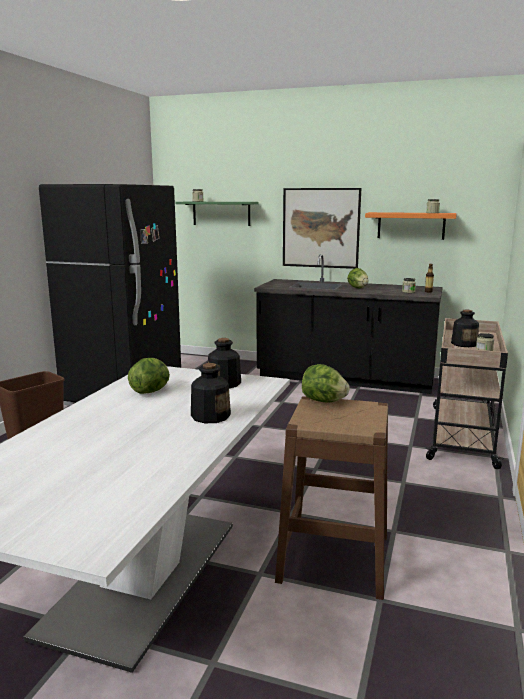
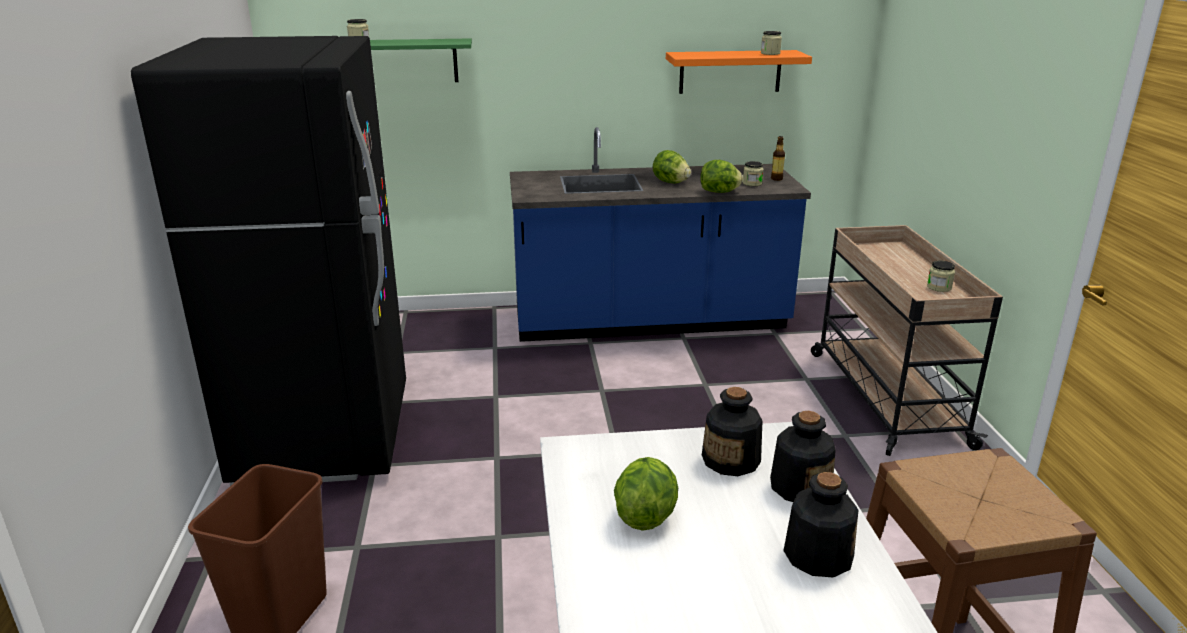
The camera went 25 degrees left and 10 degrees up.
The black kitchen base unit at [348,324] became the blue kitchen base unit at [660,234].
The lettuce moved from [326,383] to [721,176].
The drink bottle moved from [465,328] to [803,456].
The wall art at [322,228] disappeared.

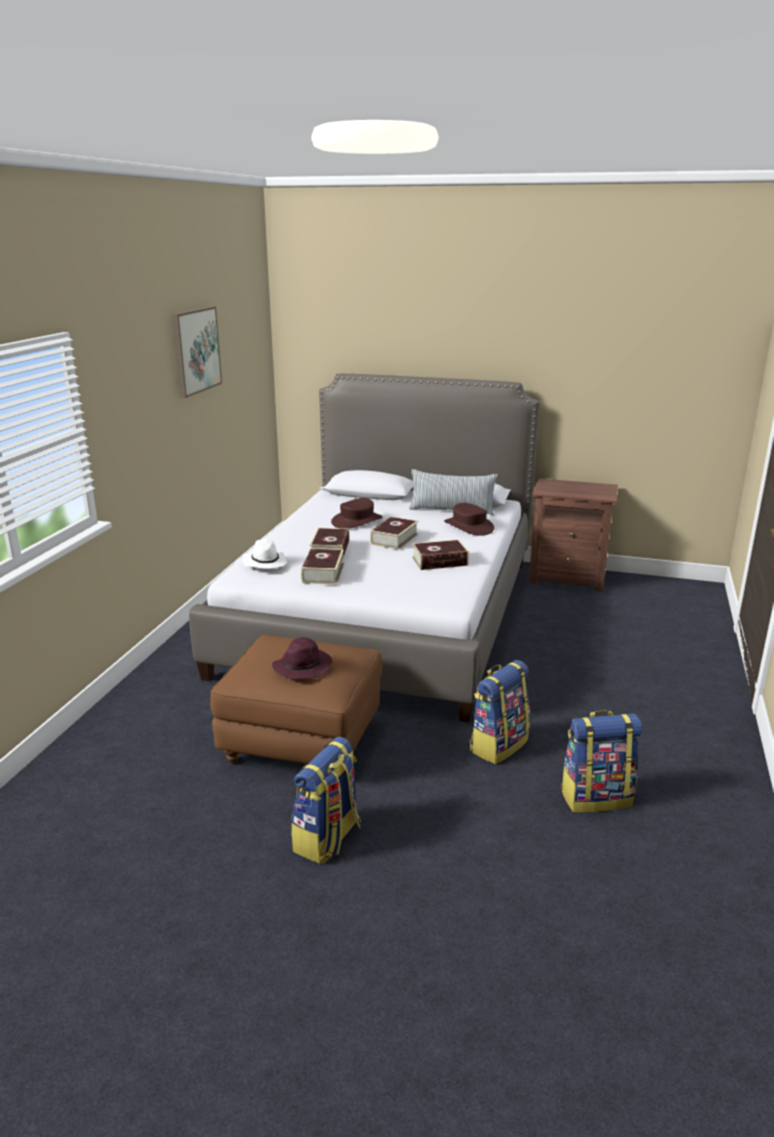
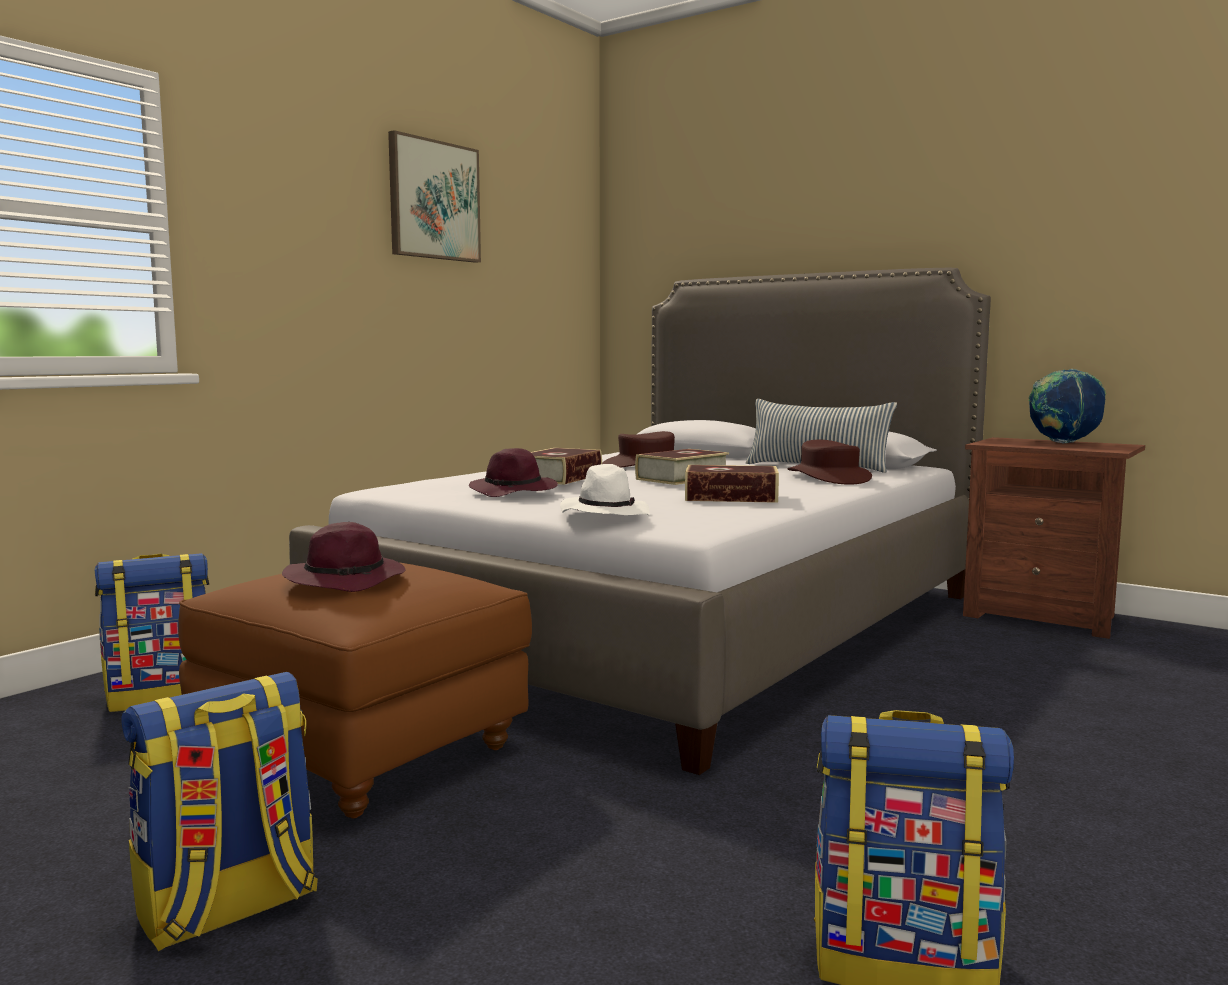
The camera went 20 degrees right and 15 degrees down.
The knapsack moved from [499,712] to [152,632].
The book at [322,566] was replaced by the purple-coloured wearable hat at [513,472].
The white-coloured wearable hat moved from [264,554] to [605,490].
The world globe at [1067,406] appeared.

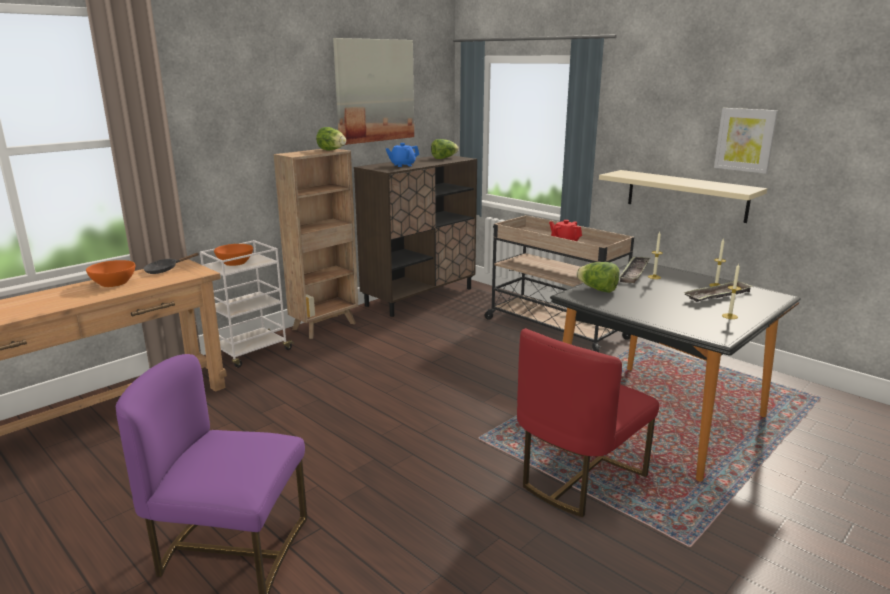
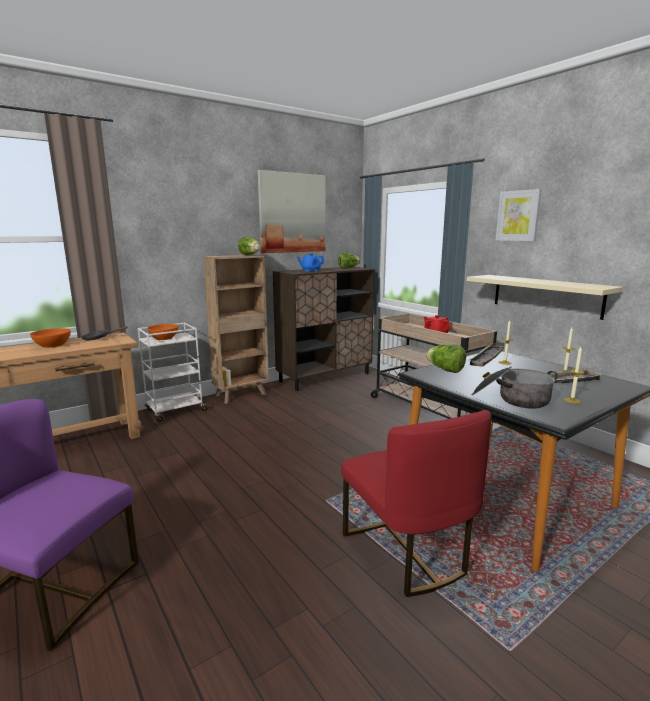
The camera went 10 degrees right and 5 degrees down.
The red chair at [588,422] turned 75 degrees counterclockwise.
The cooking pot at [515,388] appeared.
The wall art moved from [746,141] to [519,215].

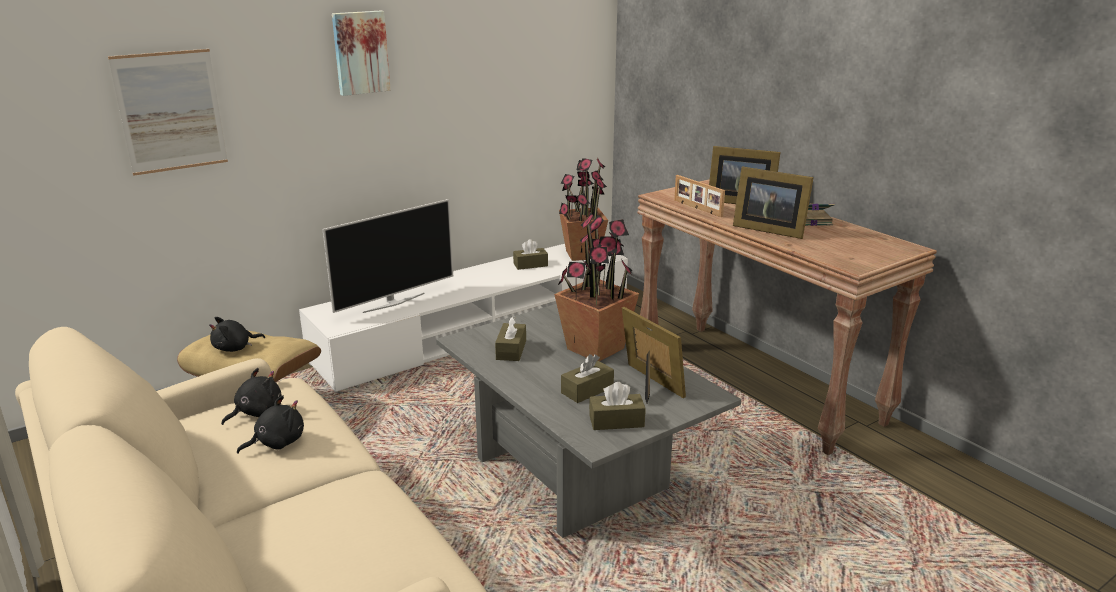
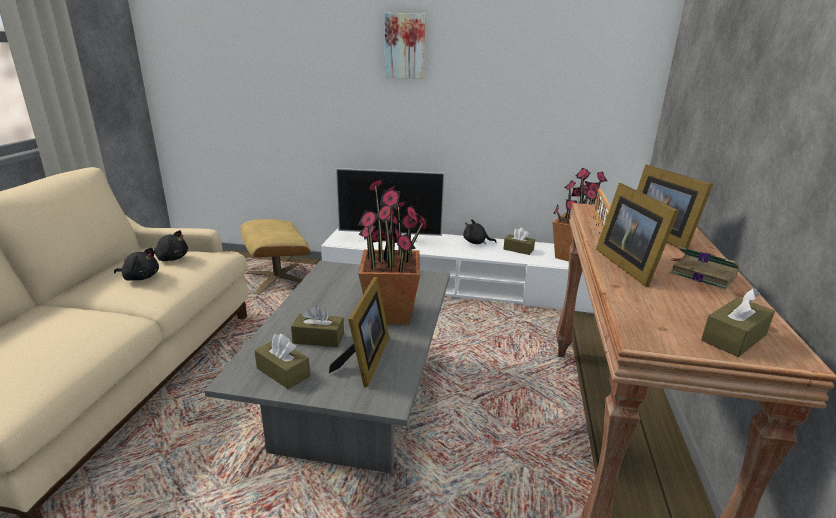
The camera went 45 degrees right and 0 degrees up.
The black soft toy moved from [237,334] to [480,231].
The brown-coloured tissue holder moved from [510,338] to [738,322].
The wall art at [168,112] disappeared.

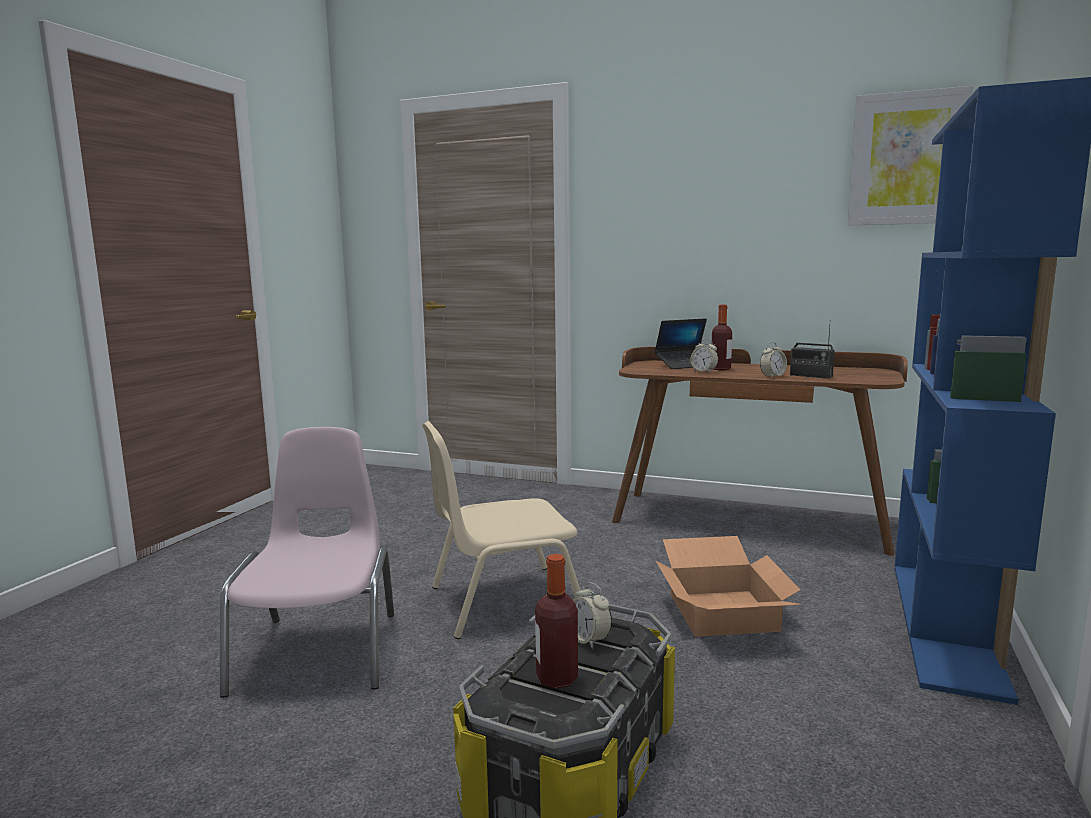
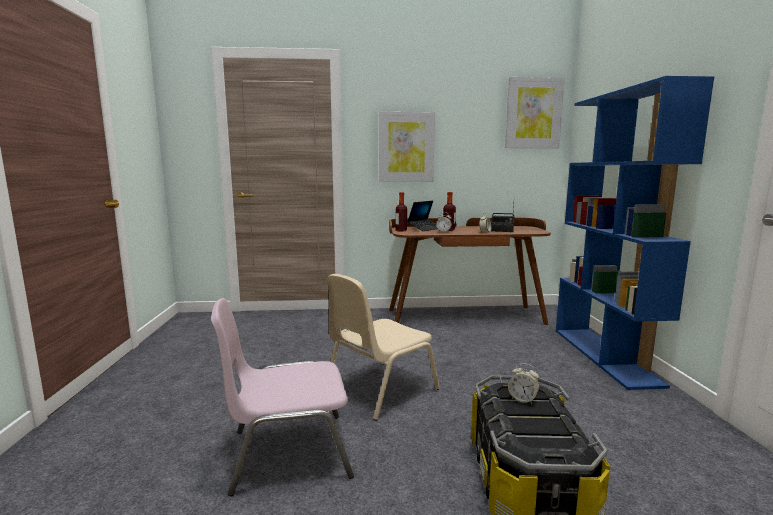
The camera went 25 degrees left and 0 degrees up.
The pink-coloured chair at [307,562] turned 75 degrees counterclockwise.
The wall art at [407,147] appeared.
The drink bottle moved from [556,621] to [401,212].
The packing box at [729,586] disappeared.

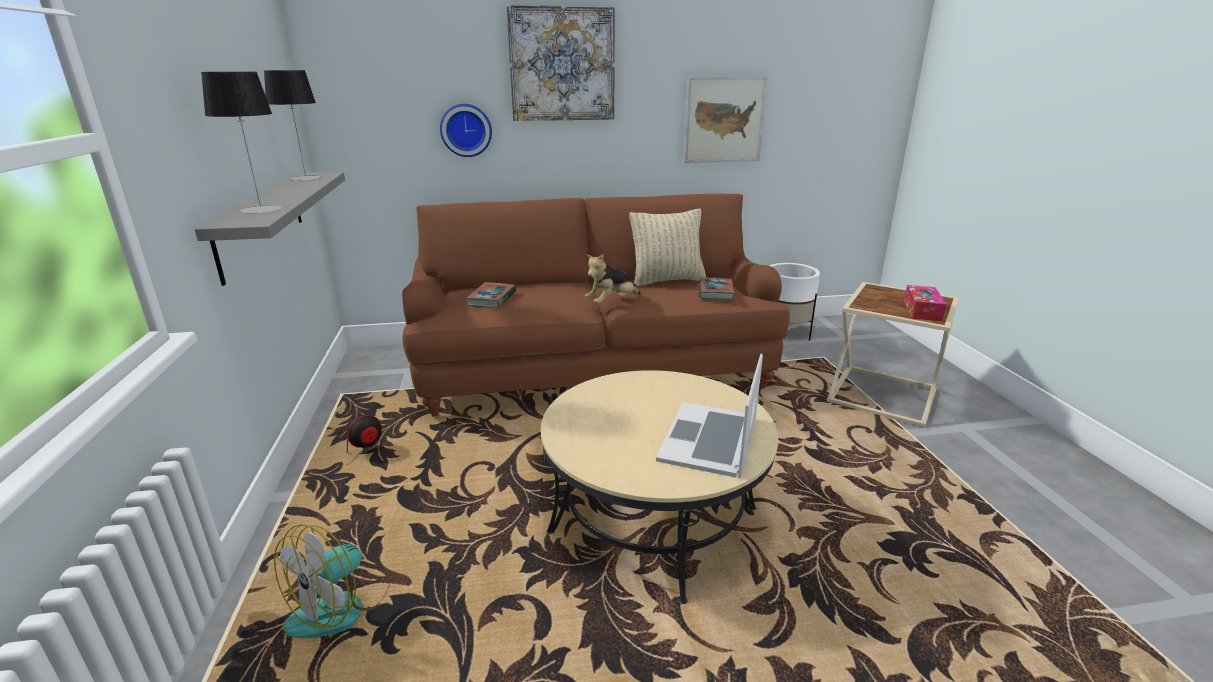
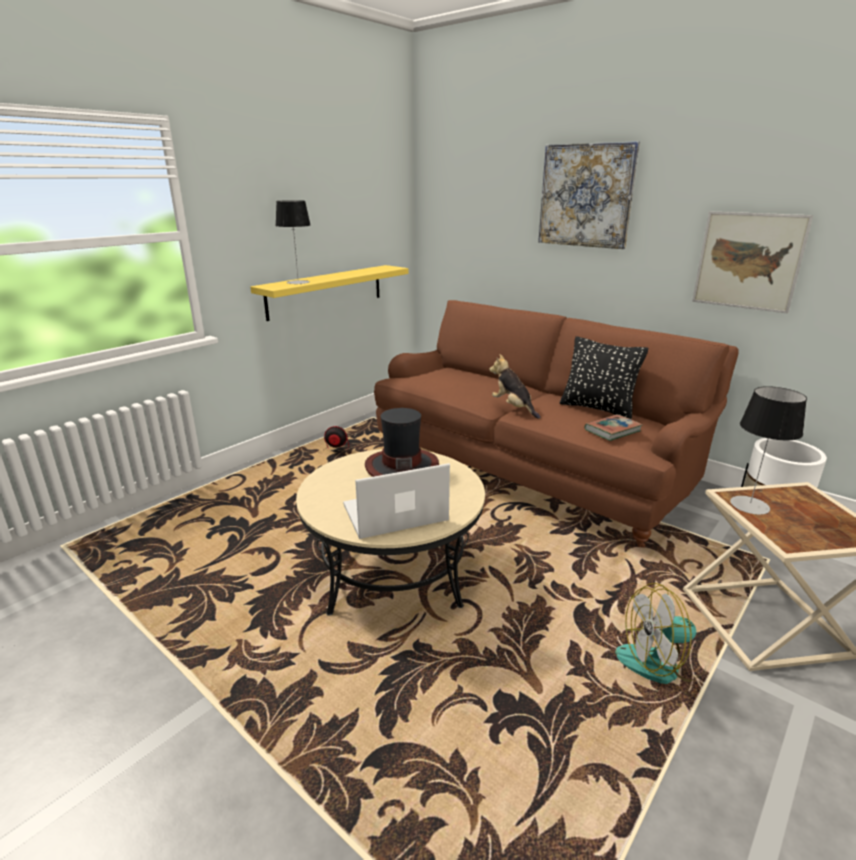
The camera went 50 degrees right and 0 degrees up.
The grey shelf at [270,229] became the yellowish shelf at [329,293].
The wearable hat at [402,442] appeared.
The soft toy at [613,279] turned 45 degrees clockwise.
The beige-coloured pillow at [667,247] became the black pillow at [604,377].
The fan moved from [332,581] to [660,633].
The table lamp moved from [293,125] to [768,450].
The wall clock at [466,130] disappeared.
The book at [491,295] disappeared.
The tissue holder at [925,303] disappeared.

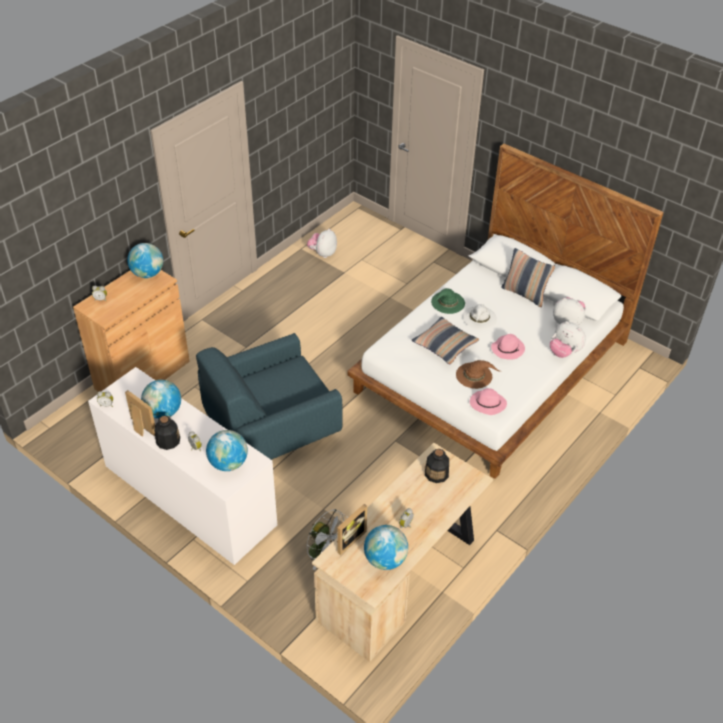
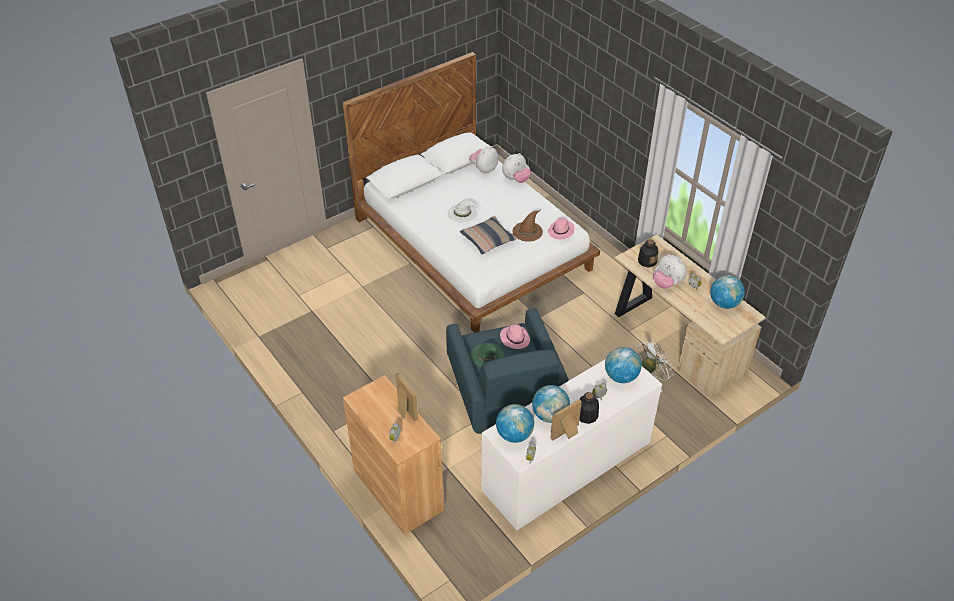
The camera went 75 degrees left and 0 degrees up.
The photo frame moved from [352,529] to [407,397].
The green wearable hat moved from [448,301] to [488,355].
The world globe moved from [145,260] to [515,423].
The pink-coloured wearable hat moved from [508,346] to [515,336].
The soft toy moved from [322,243] to [670,271].
The pillow at [528,277] disappeared.

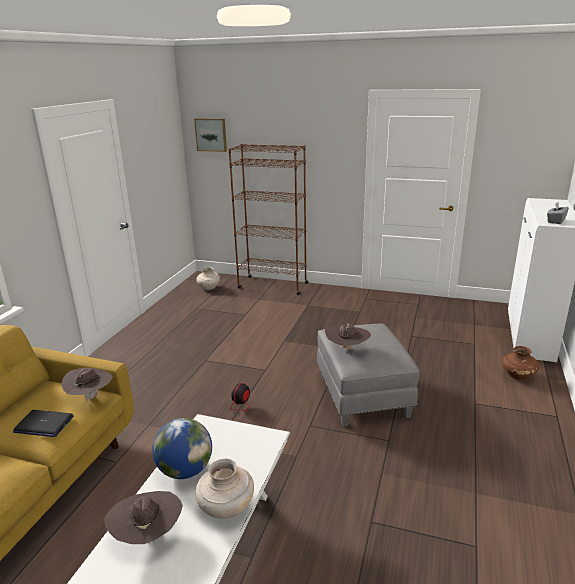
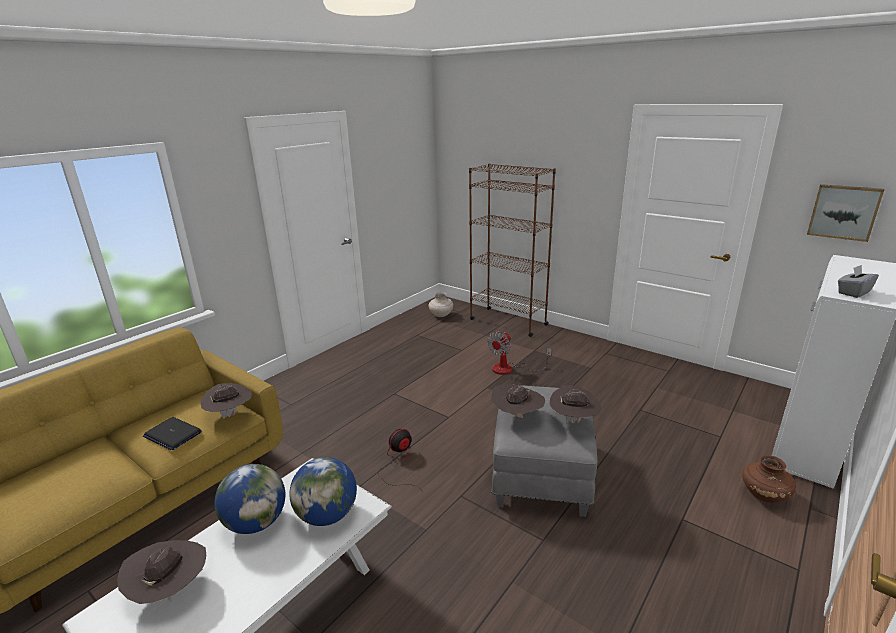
The camera went 20 degrees right and 0 degrees up.
The world globe at [323,491] appeared.
The fan at [519,353] appeared.
The brown-coloured wearable hat at [575,404] appeared.
The wall art moved from [210,135] to [845,213].
The beige-coloured flower vase at [224,489] disappeared.

